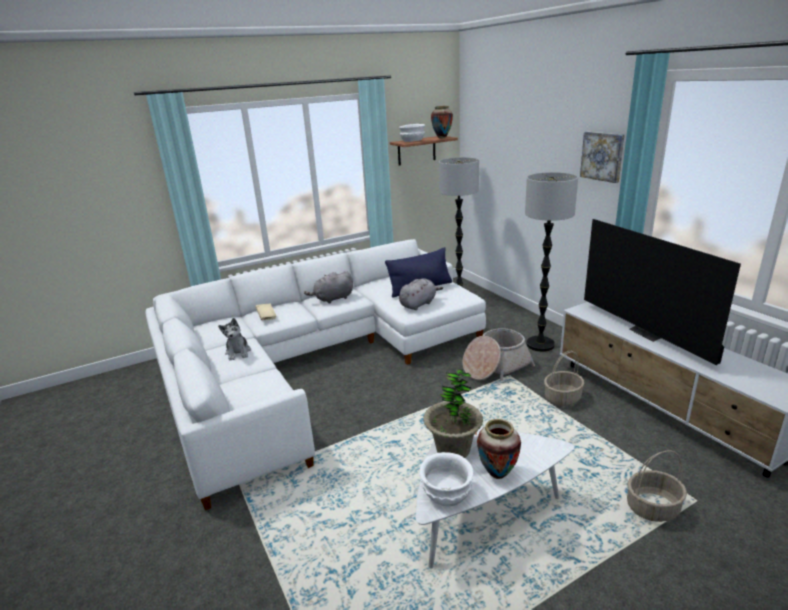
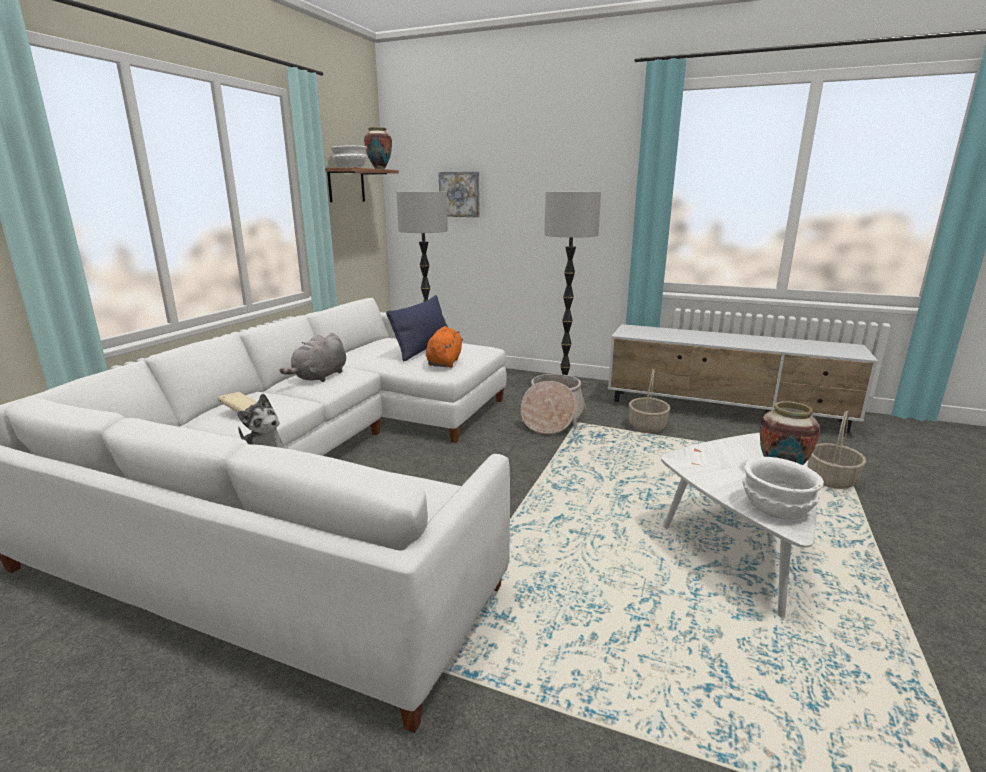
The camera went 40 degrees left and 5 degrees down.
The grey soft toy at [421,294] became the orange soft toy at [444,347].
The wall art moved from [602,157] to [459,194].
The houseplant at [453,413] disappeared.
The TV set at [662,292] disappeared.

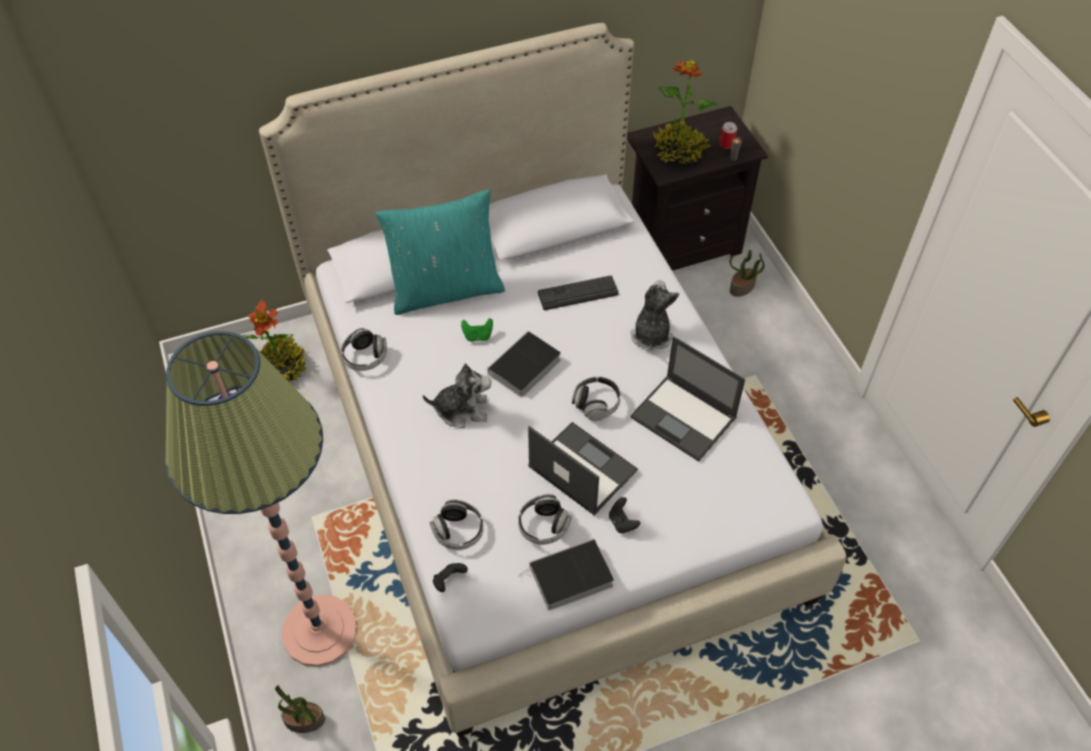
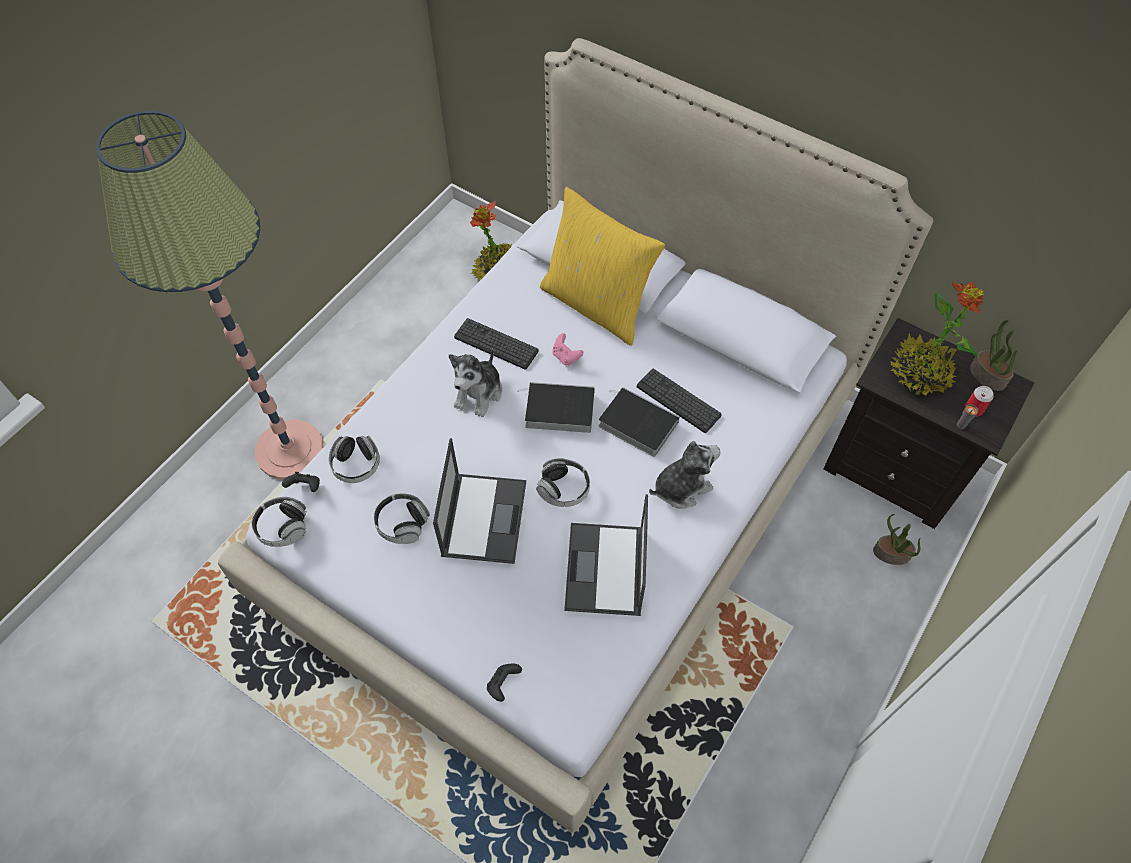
The camera went 55 degrees right and 5 degrees up.
The pair of headphones moved from [364,349] to [278,522].
The soft toy at [457,395] turned 60 degrees clockwise.
The PC keyboard at [496,344] appeared.
The black gamepad moved from [624,515] to [504,682].
The turquoise-coloured pillow at [440,252] became the yellowish pillow at [602,266].
The green gamepad at [477,330] became the pink-coloured gamepad at [567,349].
The book moved from [566,575] to [639,422].
The houseplant moved from [300,709] to [994,355].

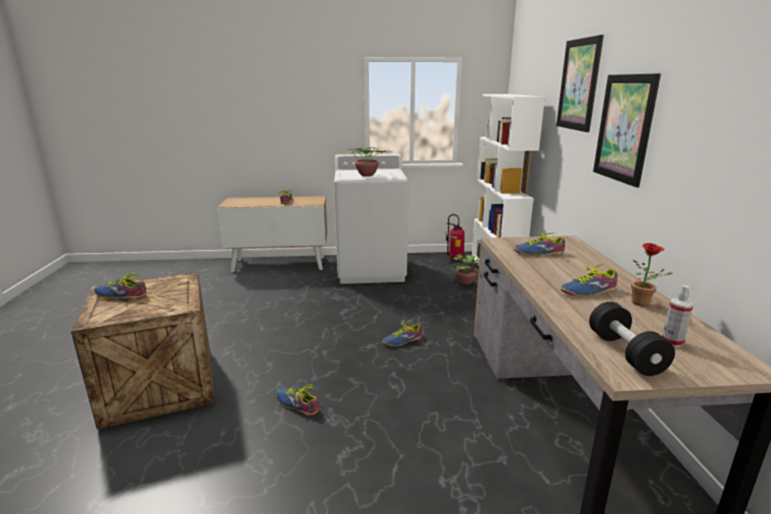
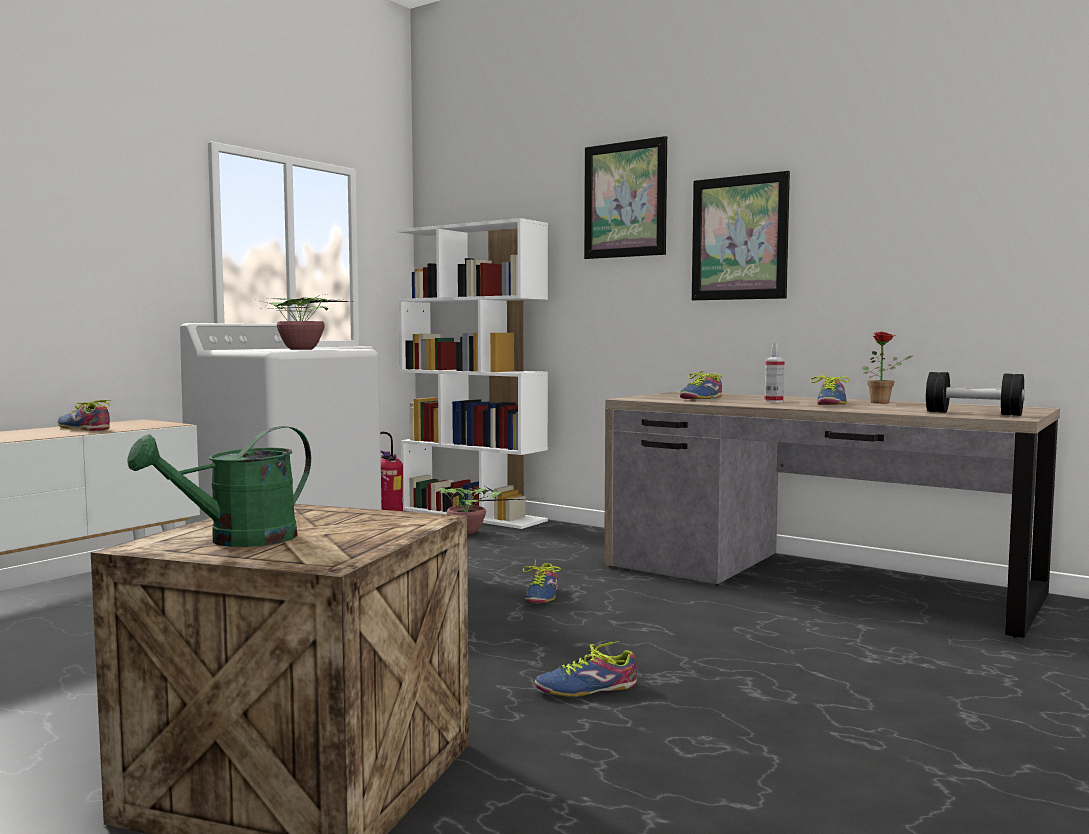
The camera went 50 degrees left and 15 degrees down.
The shoe at [120,286] was replaced by the green watering can at [219,486].
The sprayer moved from [678,316] to [774,373].

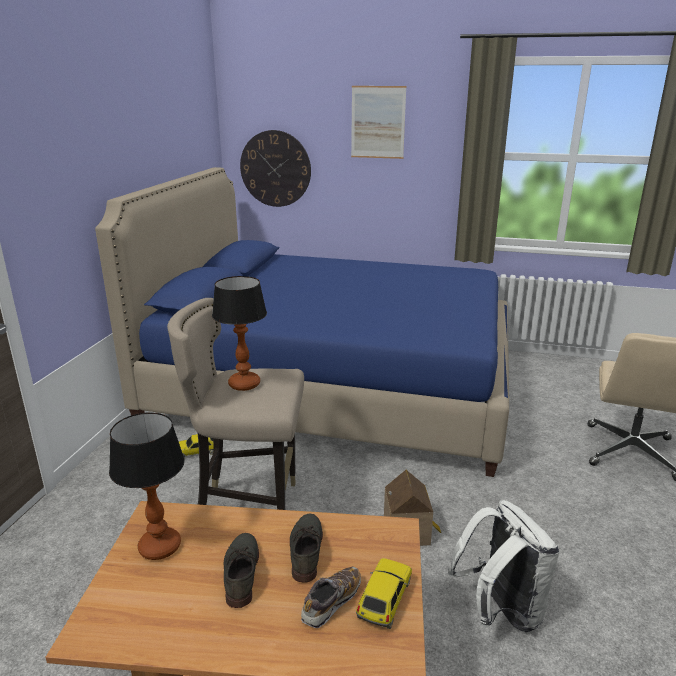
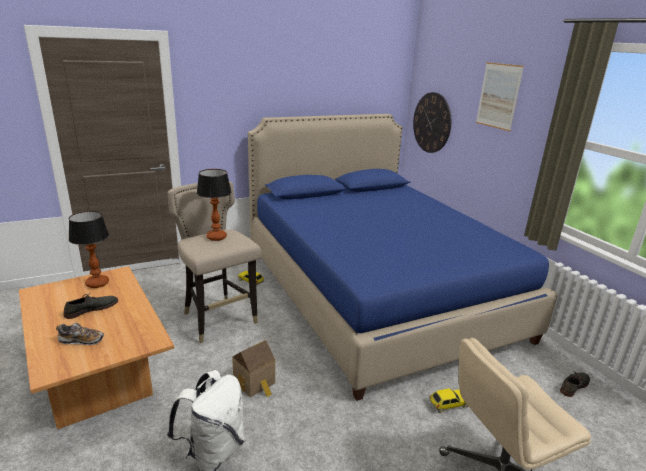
The camera went 50 degrees right and 0 degrees up.
The miniature car moved from [384,593] to [448,400].
The grey shoe moved from [306,548] to [575,384].

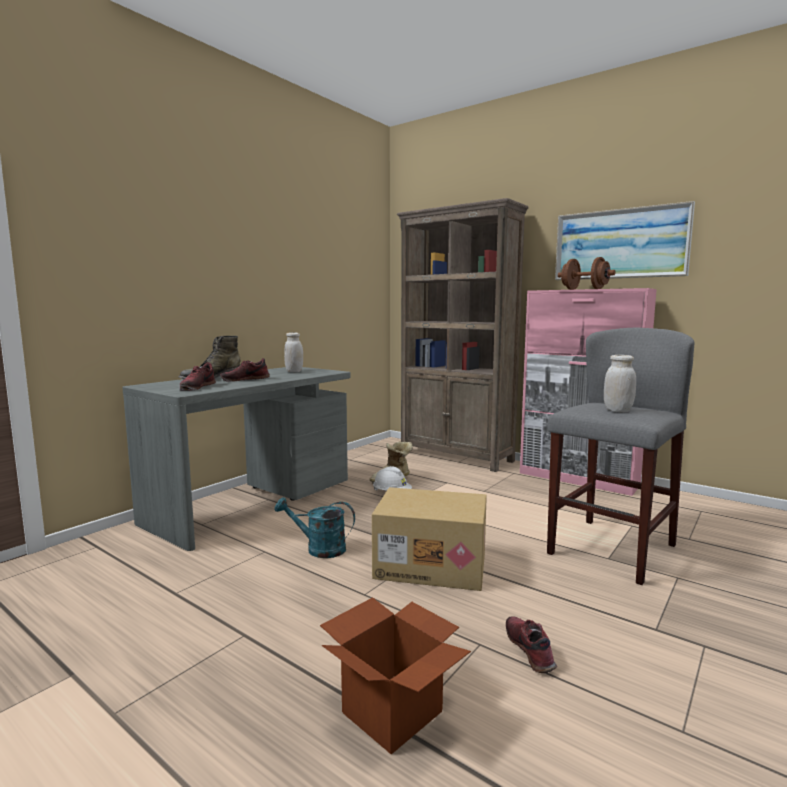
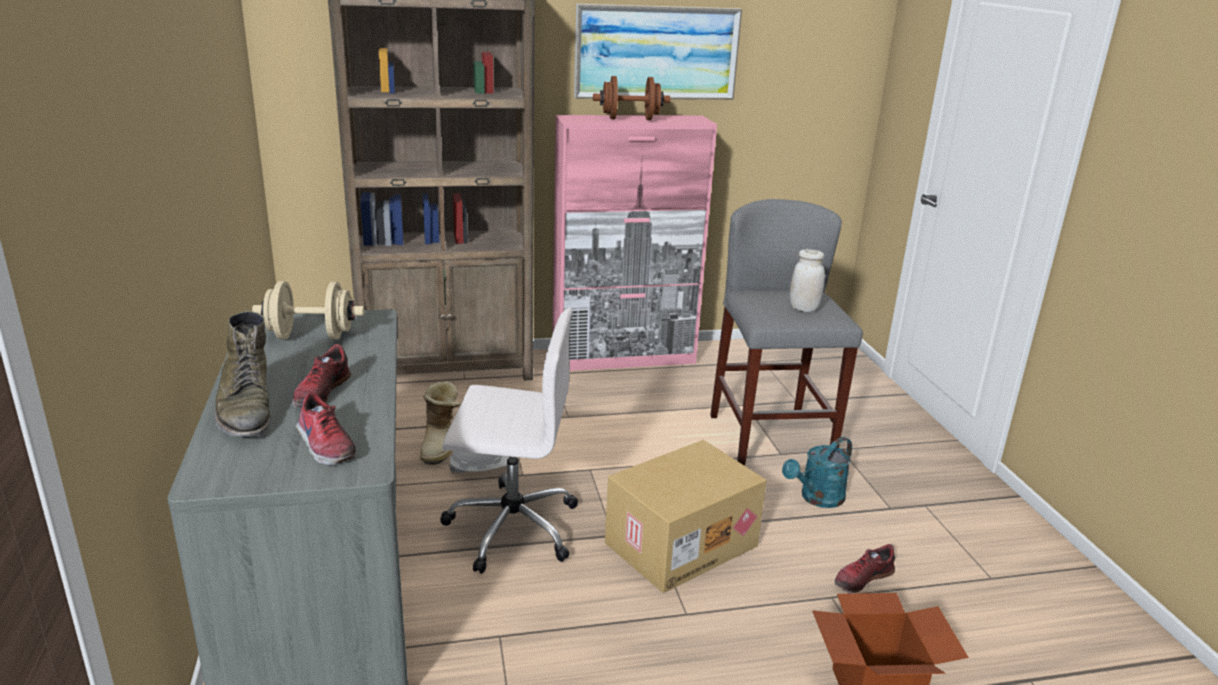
The camera went 50 degrees left and 15 degrees up.
The white-coloured jar at [293,352] was replaced by the beige-coloured dumbbell at [308,310].
The white-coloured desk chair at [509,441] appeared.
The turquoise-coloured watering can moved from [314,527] to [817,472].
The shoe at [531,644] turned 60 degrees counterclockwise.

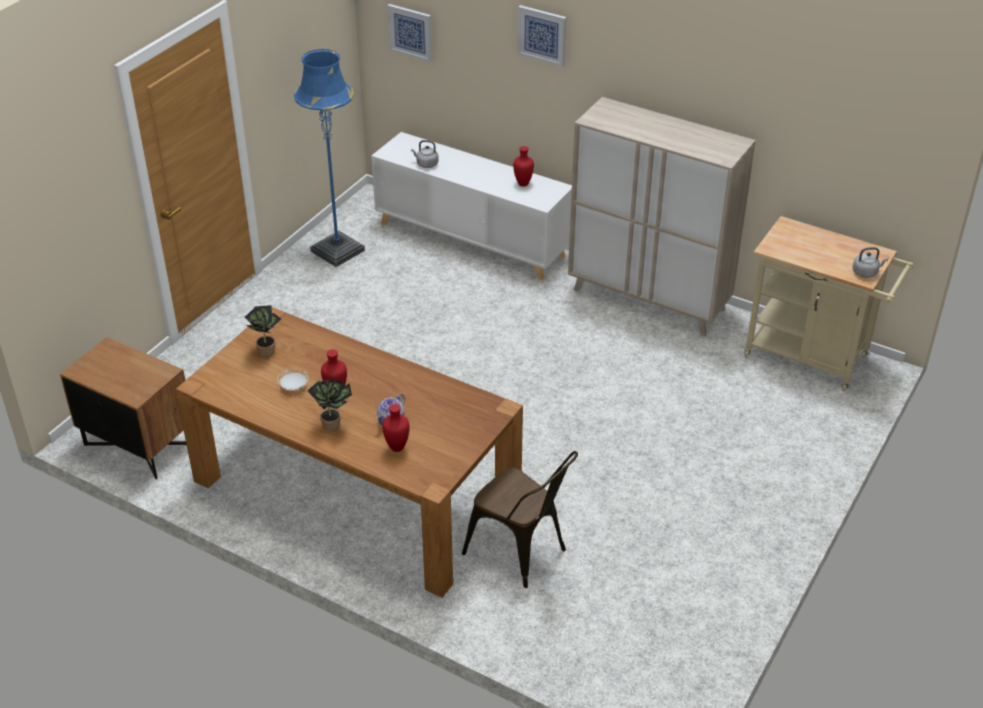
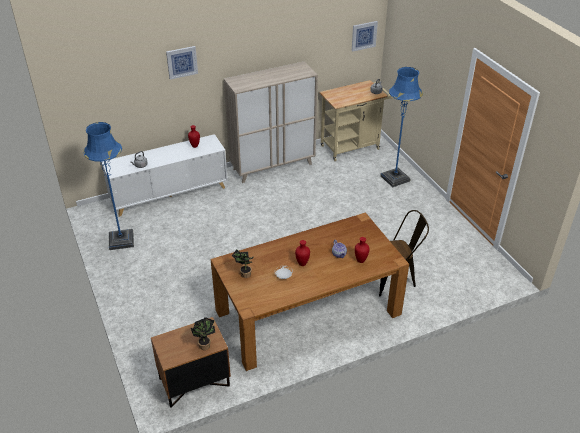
The camera went 55 degrees left and 0 degrees up.
The houseplant moved from [329,405] to [202,333].
The wall art moved from [409,33] to [365,36].
The blue floor lamp at [401,127] appeared.

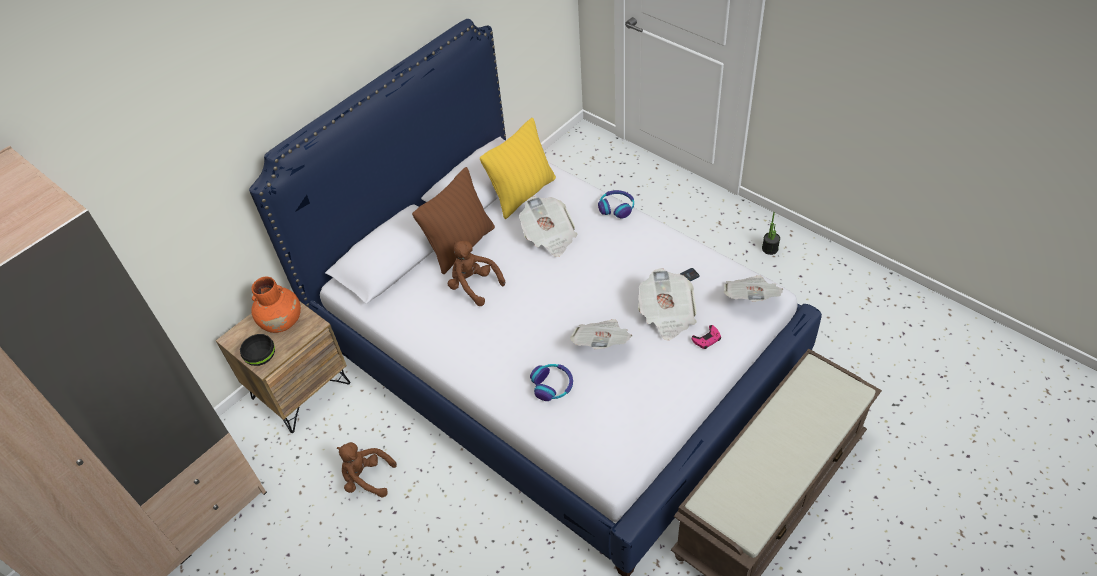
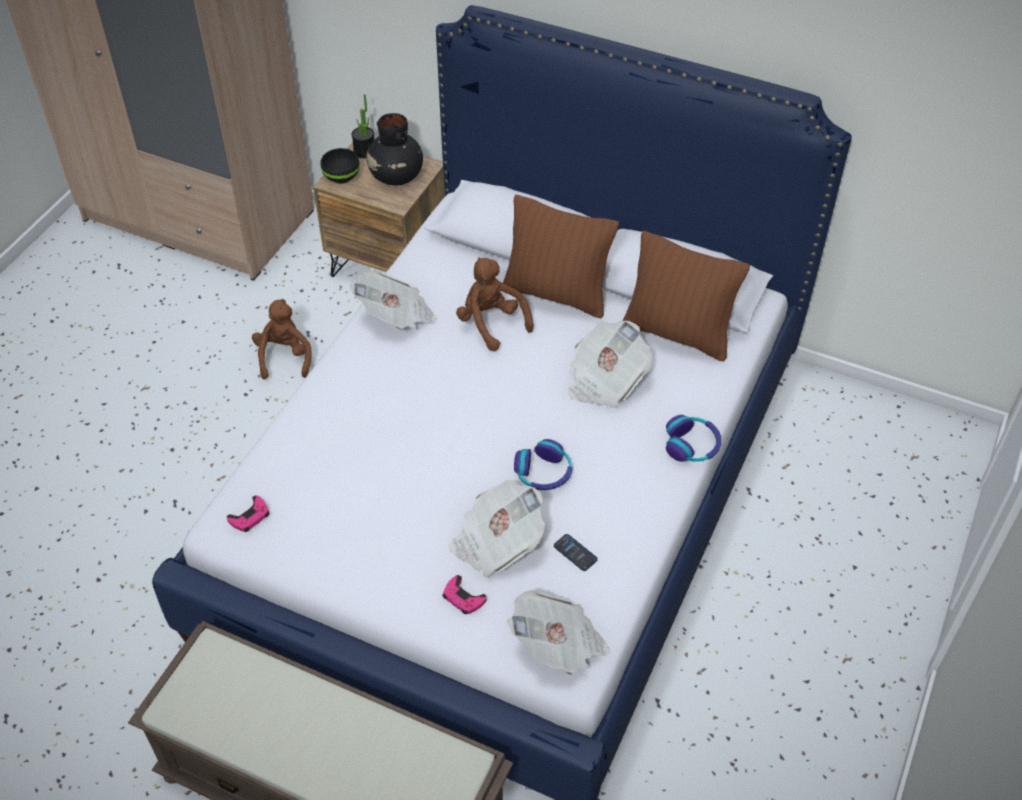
The camera went 70 degrees right and 0 degrees up.
The pink-coloured gamepad at [248,513] appeared.
The printed paper moved from [601,334] to [393,300].
The houseplant moved from [771,233] to [363,126].
The orange flower vase at [276,305] became the black flower vase at [394,149].
The brown-coloured soft toy at [476,273] turned 60 degrees counterclockwise.
The pair of headphones moved from [551,382] to [543,464].
The yellowish pillow at [518,168] became the brown-coloured pillow at [686,296].

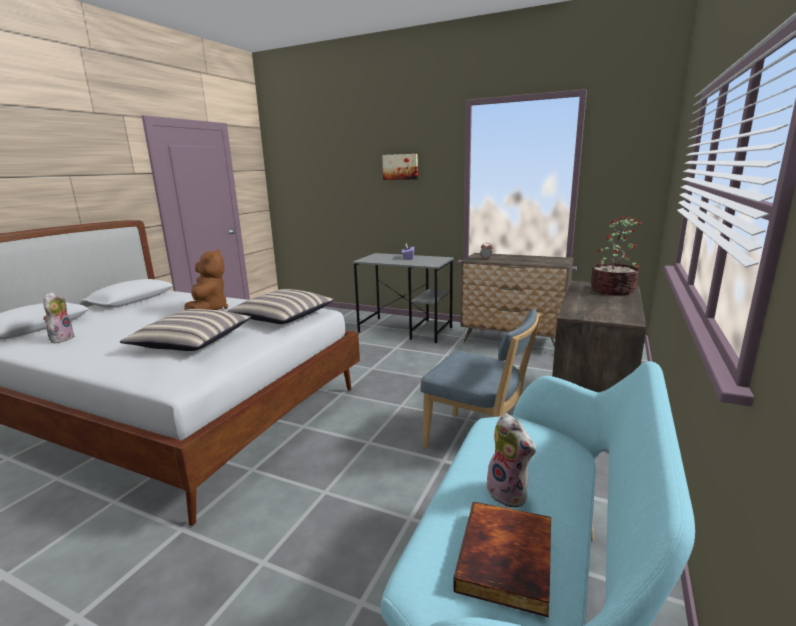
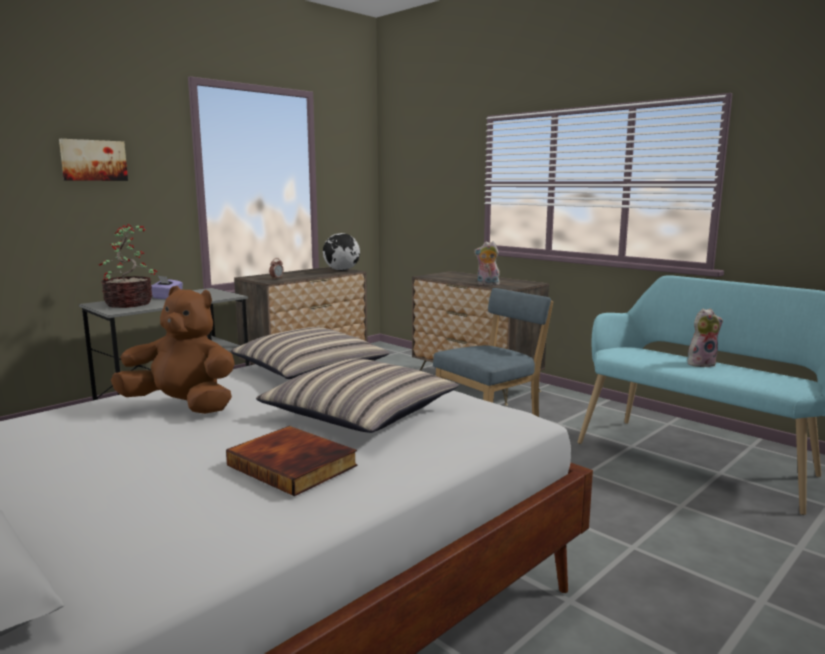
The camera went 70 degrees left and 5 degrees down.
The houseplant moved from [616,256] to [128,266].
The book moved from [502,559] to [292,461].
The world globe at [341,252] appeared.
The soft toy moved from [59,317] to [487,263].

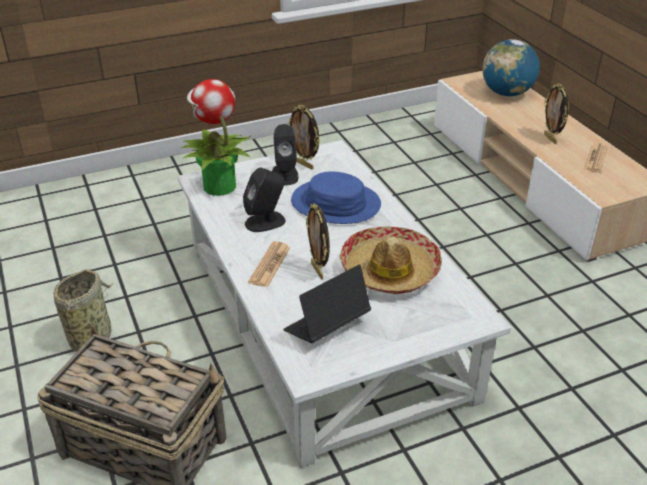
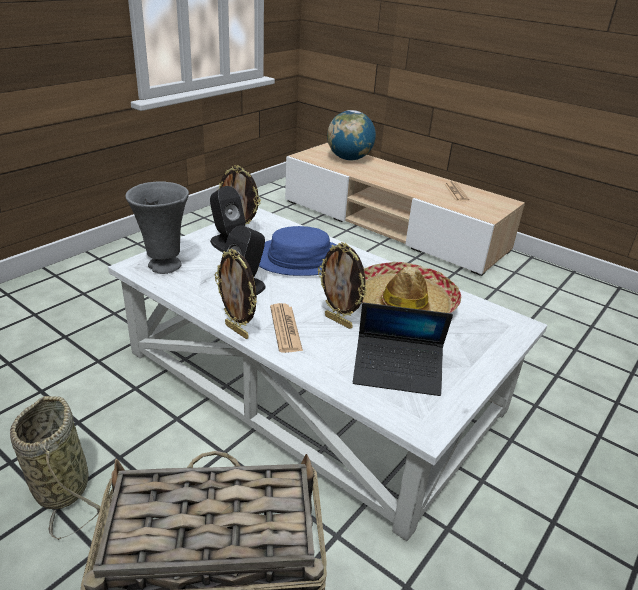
The camera went 30 degrees left and 5 degrees down.
The houseplant at [217,137] was replaced by the grey flower vase at [157,227].
The photo frame moved from [556,113] to [236,294].
The notebook computer at [327,303] turned 105 degrees counterclockwise.

